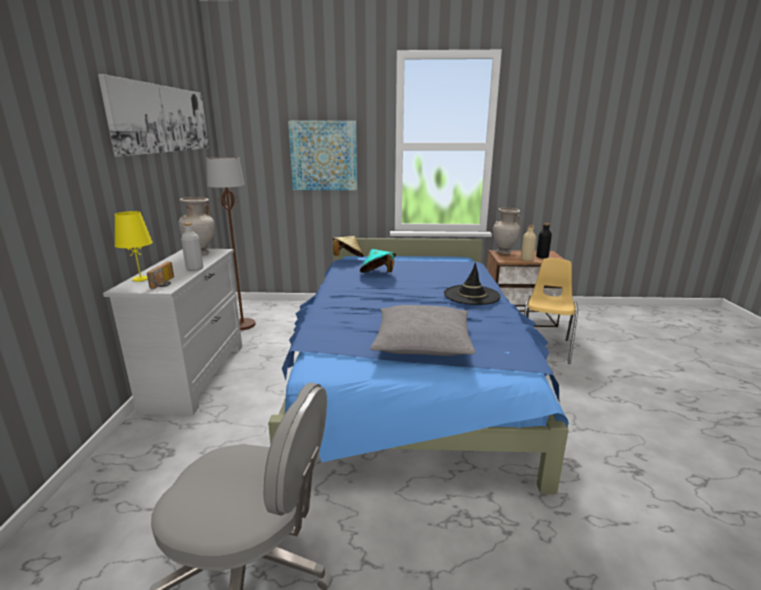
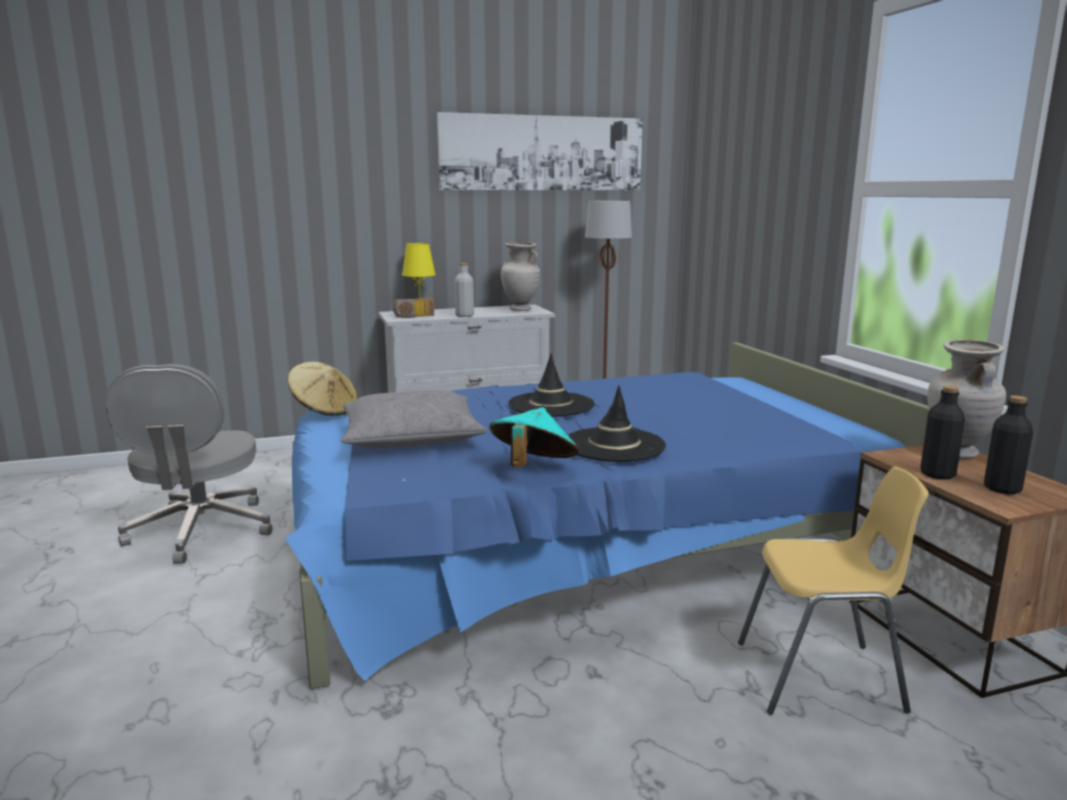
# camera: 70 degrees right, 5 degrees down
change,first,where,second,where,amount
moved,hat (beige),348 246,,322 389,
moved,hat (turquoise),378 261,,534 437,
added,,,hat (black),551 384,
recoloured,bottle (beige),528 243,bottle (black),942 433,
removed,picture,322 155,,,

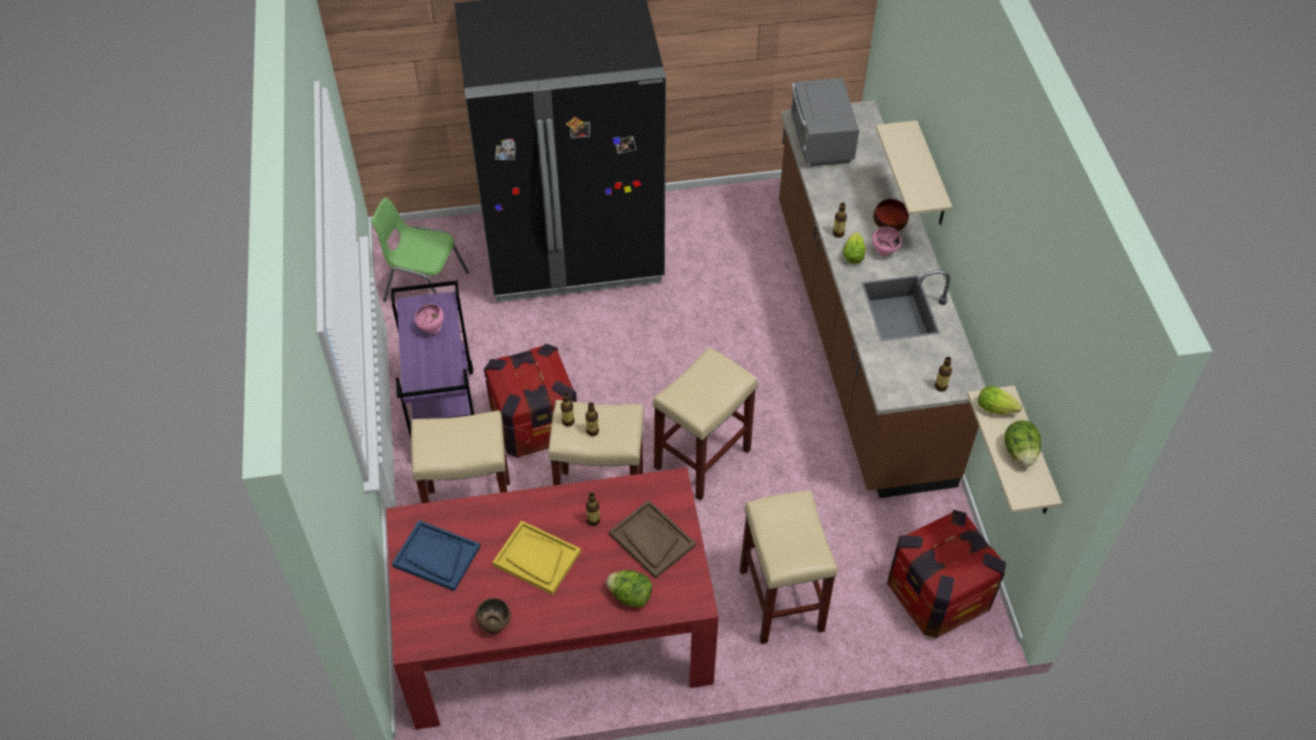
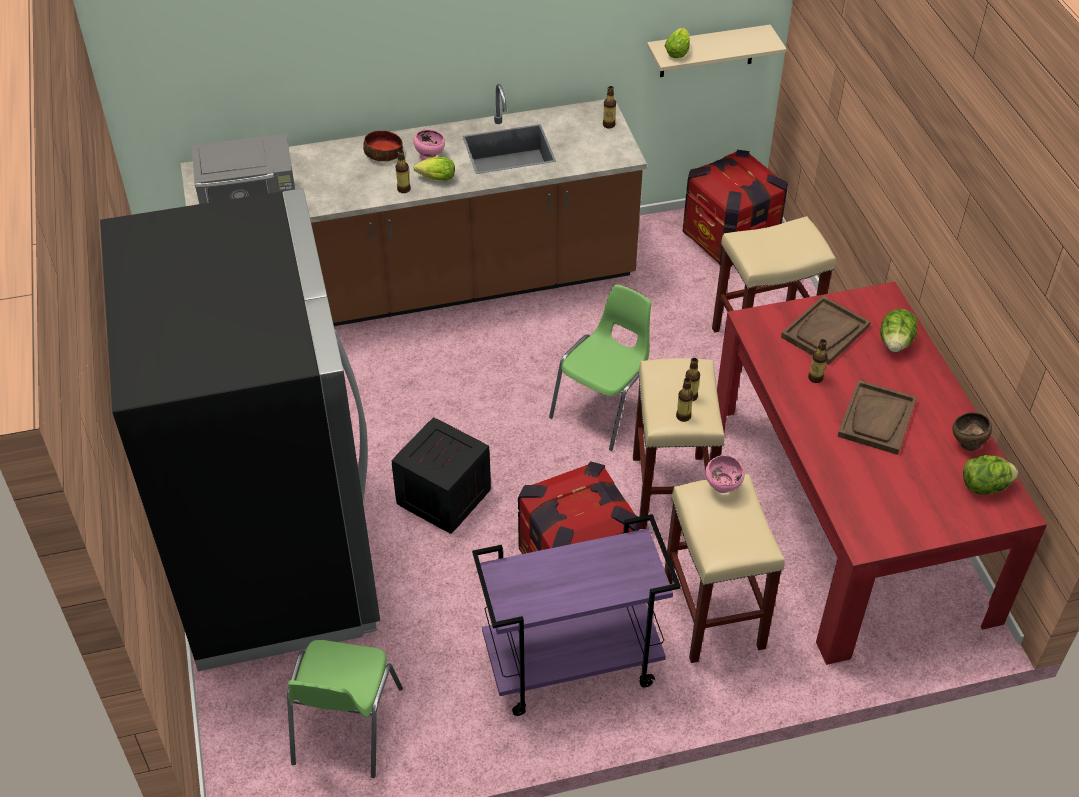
# camera: 95 degrees left, 5 degrees down
change,first,where,second,where,amount
added,,,crate,441 475,
replaced,stool (beige),705 424,chair (green),600 367,
moved,bowl (pink),429 319,,725 474,
recoloured,tray (yellow),536 558,tray (brown),877 417,
moved,lettuce,1022 443,,990 475,
removed,tray (blue),436 555,,,
removed,shelf (beige),914 172,,,

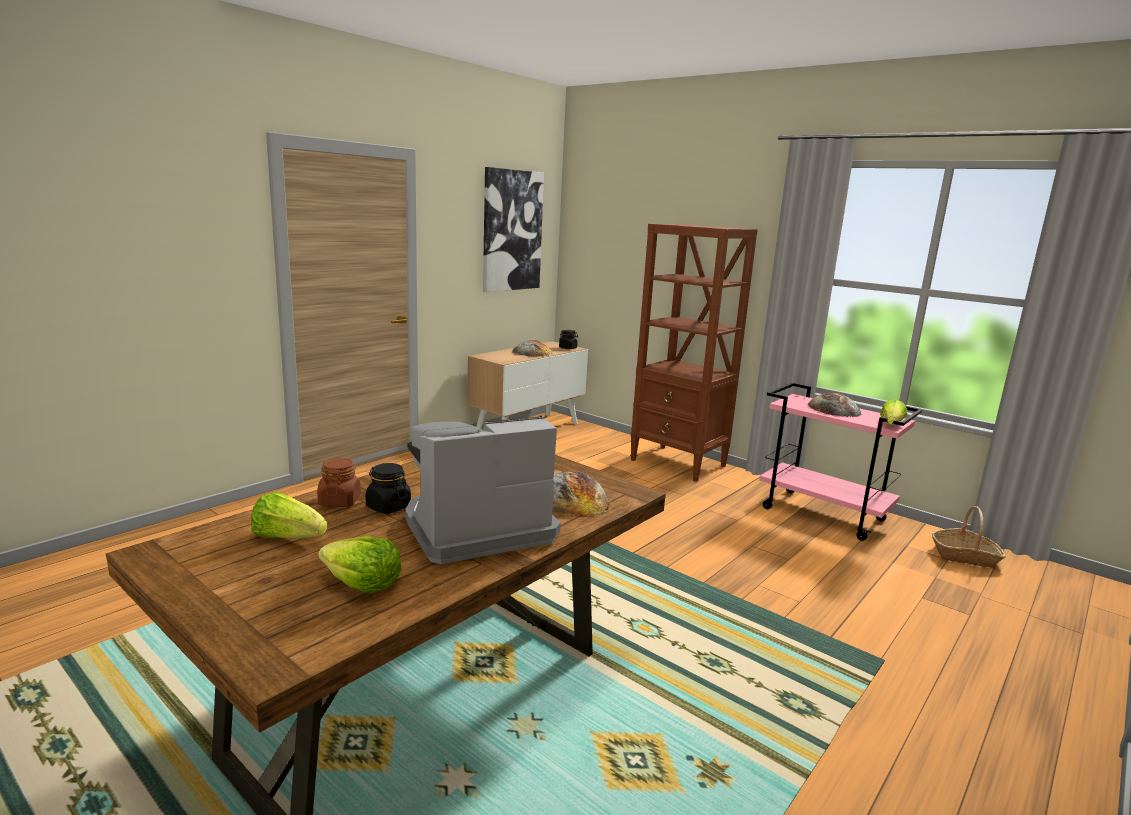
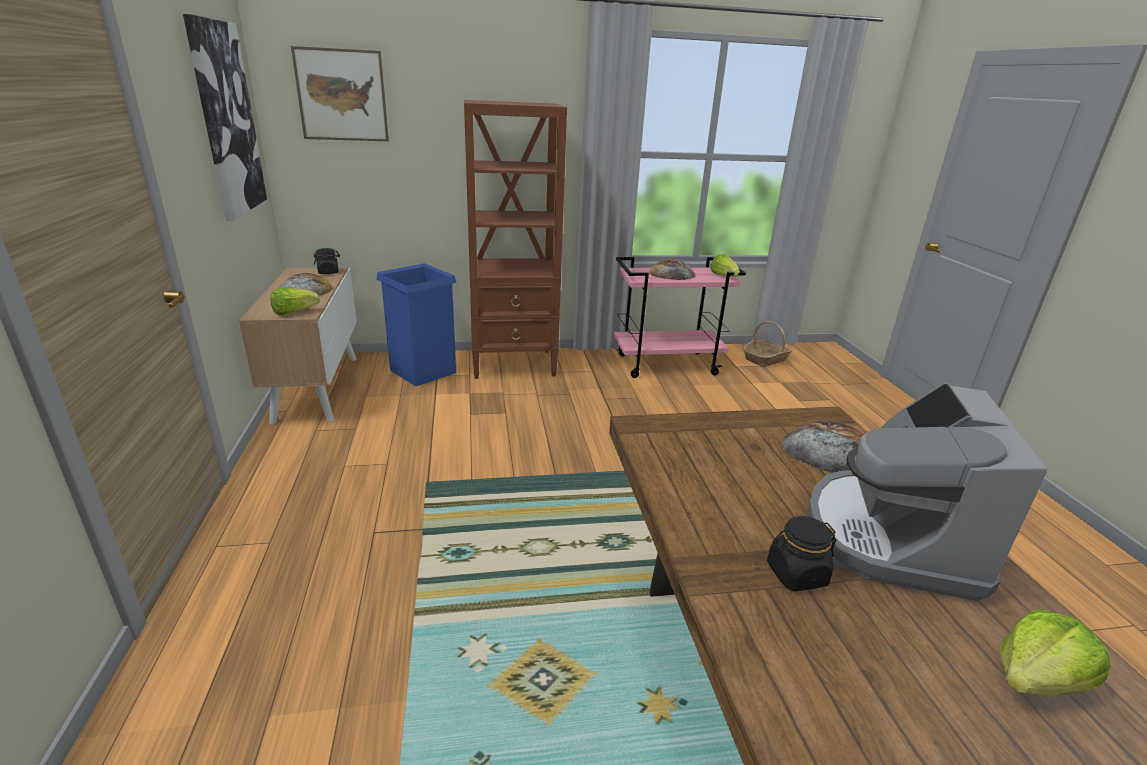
# camera: 50 degrees left, 10 degrees up
change,first,where,second,where,amount
moved,lettuce,289 515,,294 301,
added,,,picture,340 93,
added,,,trash can (blue),417 325,
removed,jar (brown),339 482,,,

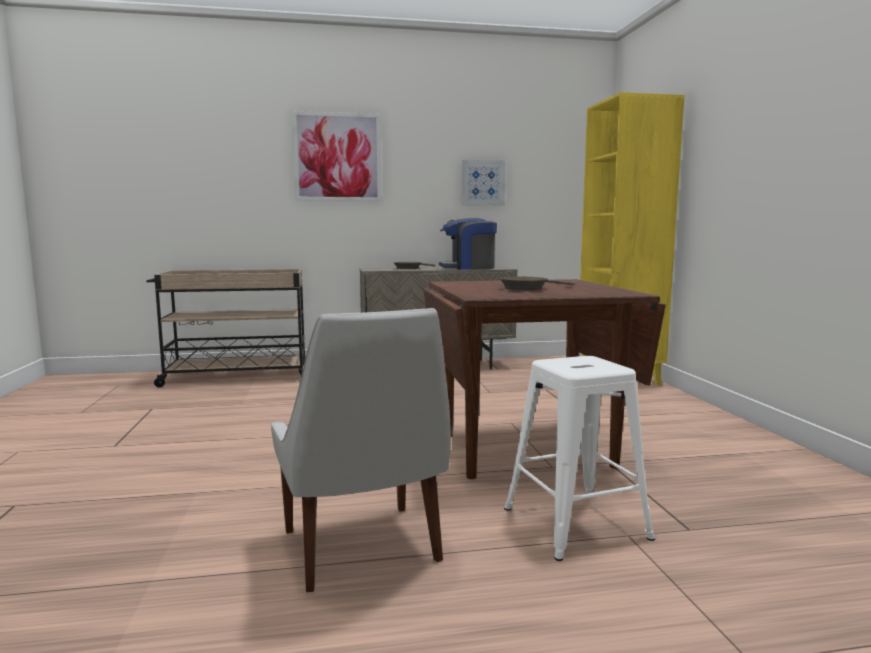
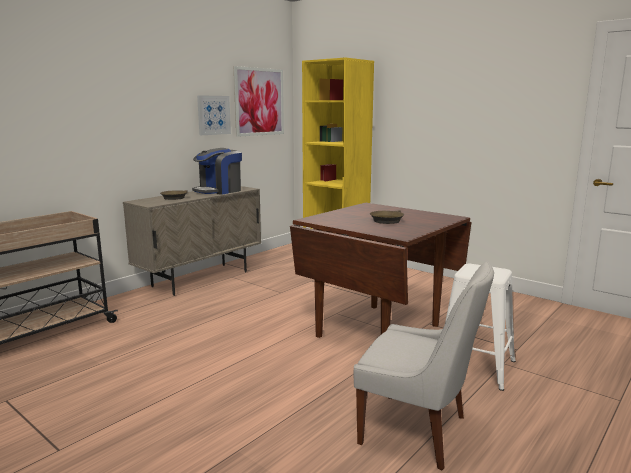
# camera: 40 degrees left, 5 degrees up
change,first,where,second,where,amount
moved,picture,336 156,,259 101,

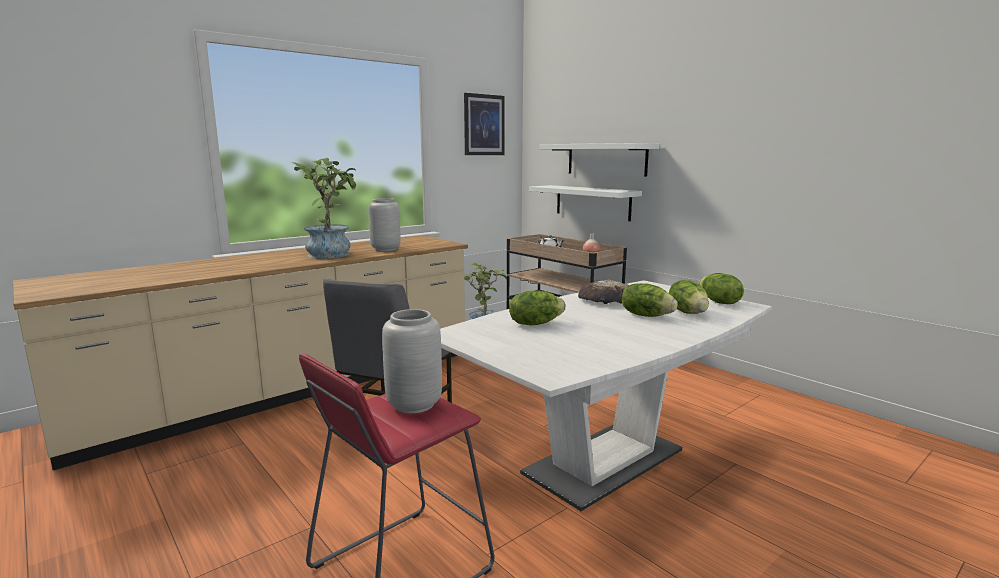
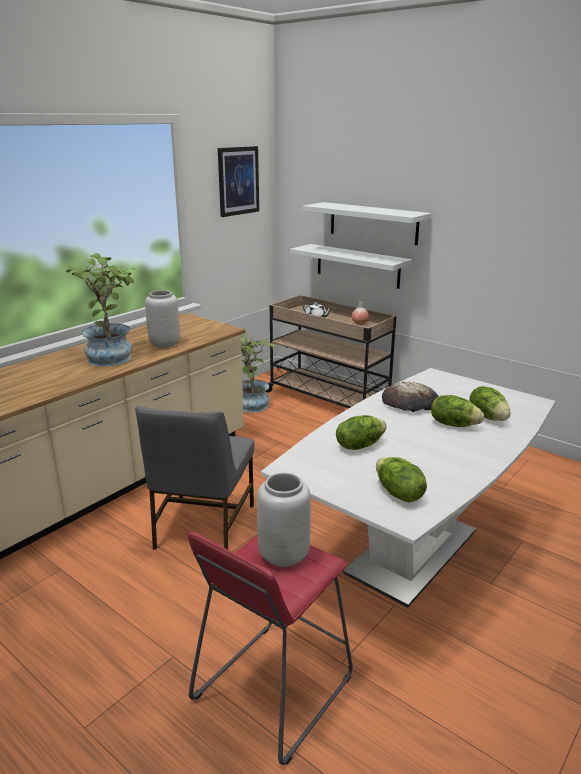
# camera: 10 degrees left, 10 degrees up
change,first,where,second,where,amount
moved,lettuce,722 288,,401 479,

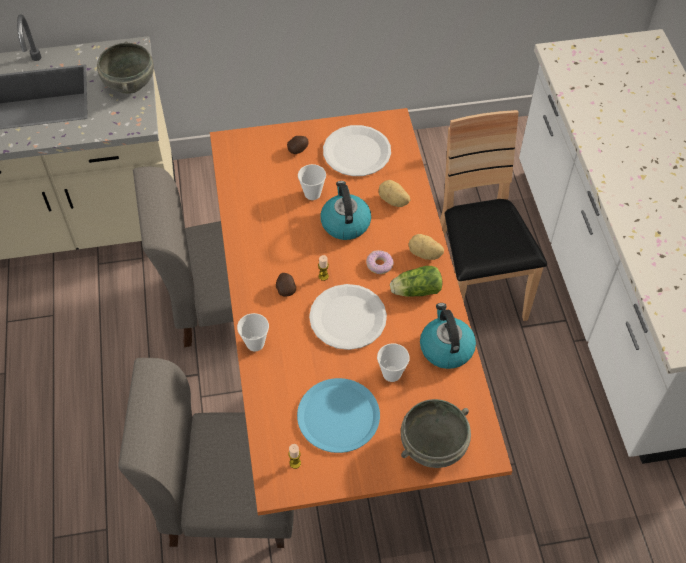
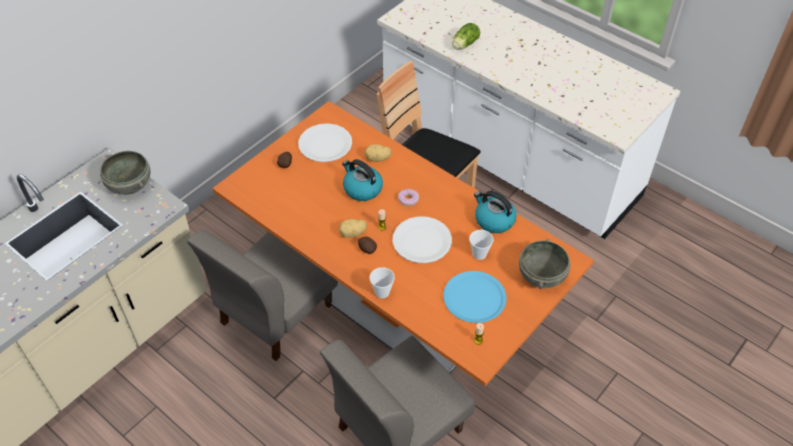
# camera: 40 degrees left, 5 degrees down
change,first,where,second,where,amount
moved,potato,426 247,,353 228,
moved,lettuce,416 281,,466 36,
removed,cup,312 182,,,

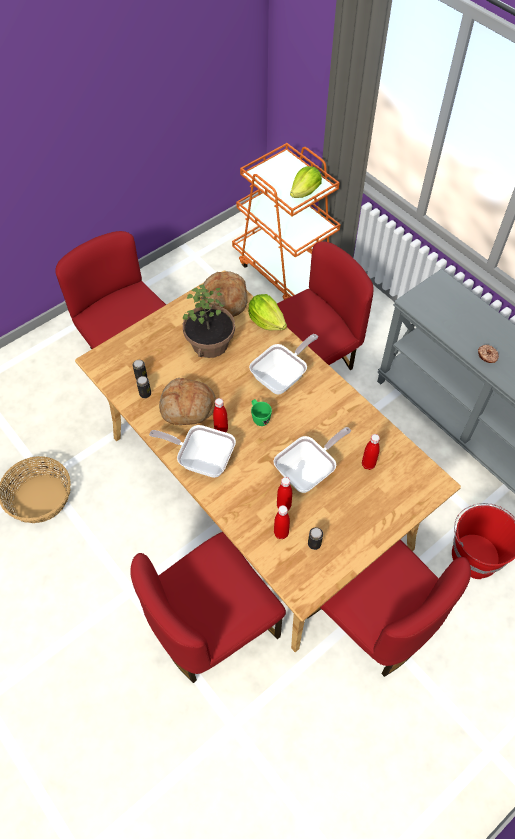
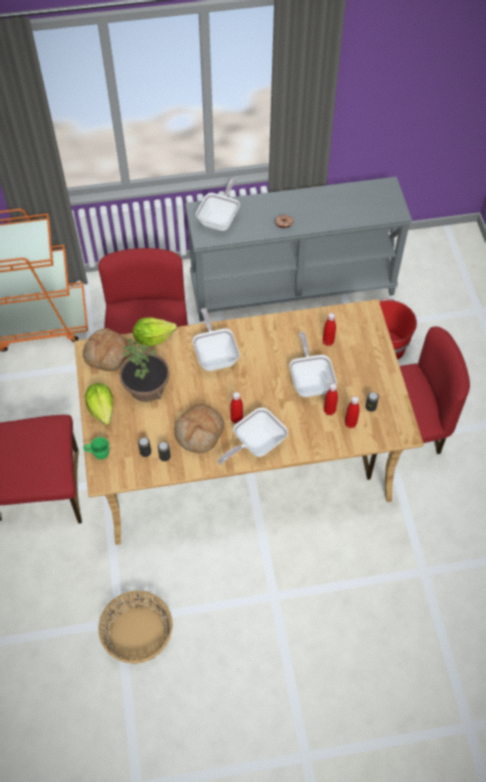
# camera: 60 degrees left, 0 degrees up
change,first,where,second,where,amount
moved,mug (green),261 412,,96 448,
moved,lettuce,306 182,,99 404,
added,,,frying pan,218 204,
removed,chair (red),208 607,,,

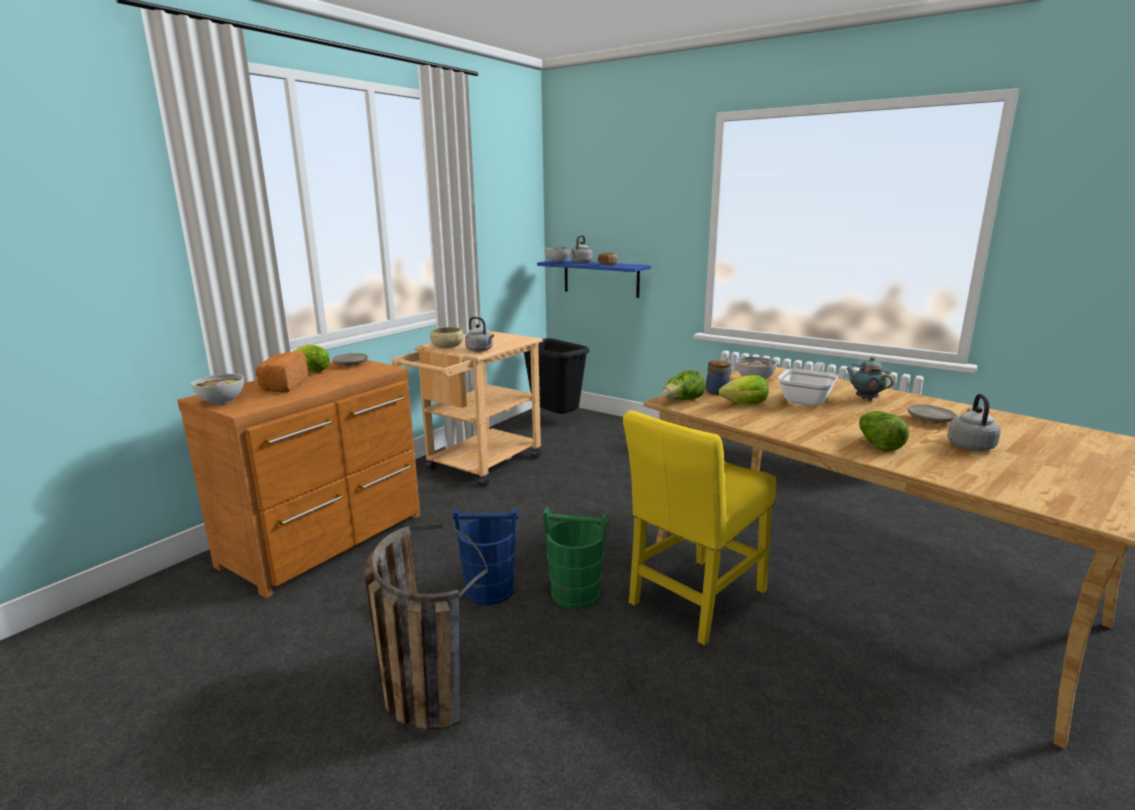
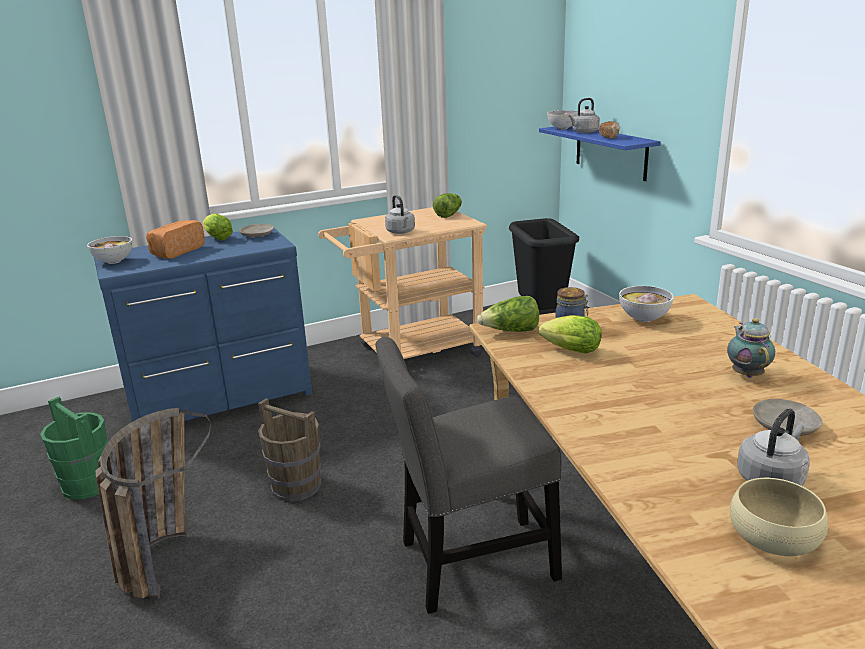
# camera: 30 degrees right, 5 degrees up
change,first,where,second,where,amount
moved,bucket (green),575 558,,74 447,
recoloured,dresser (brown),299 479,dresser (blue),203 325,
recoloured,bucket (blue),486 556,bucket (brown),289 450,
recoloured,chair (yellow),700 528,chair (grey),469 475,
moved,lettuce,884 431,,447 205,
moved,bowl (beige),447 337,,779 517,
removed,frying pan,808 384,,,

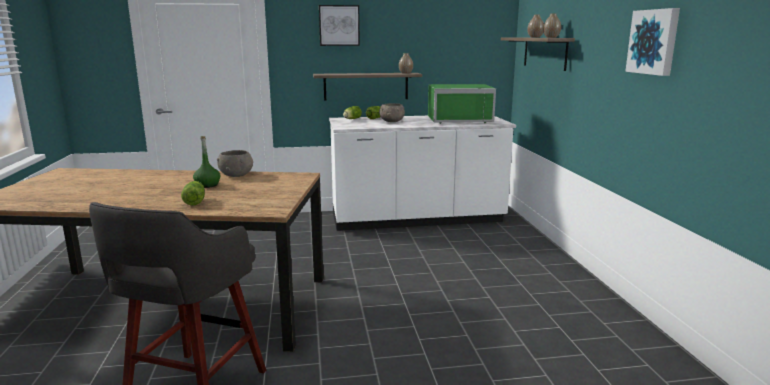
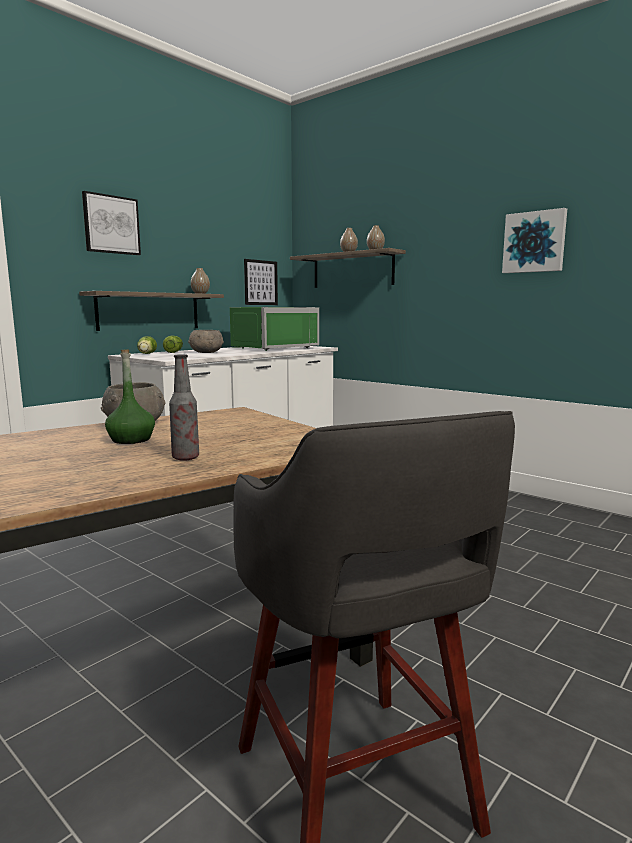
# camera: 40 degrees left, 5 degrees down
change,first,where,second,where,amount
replaced,lettuce,193 193,bottle,184 407,
added,,,picture,261 282,

